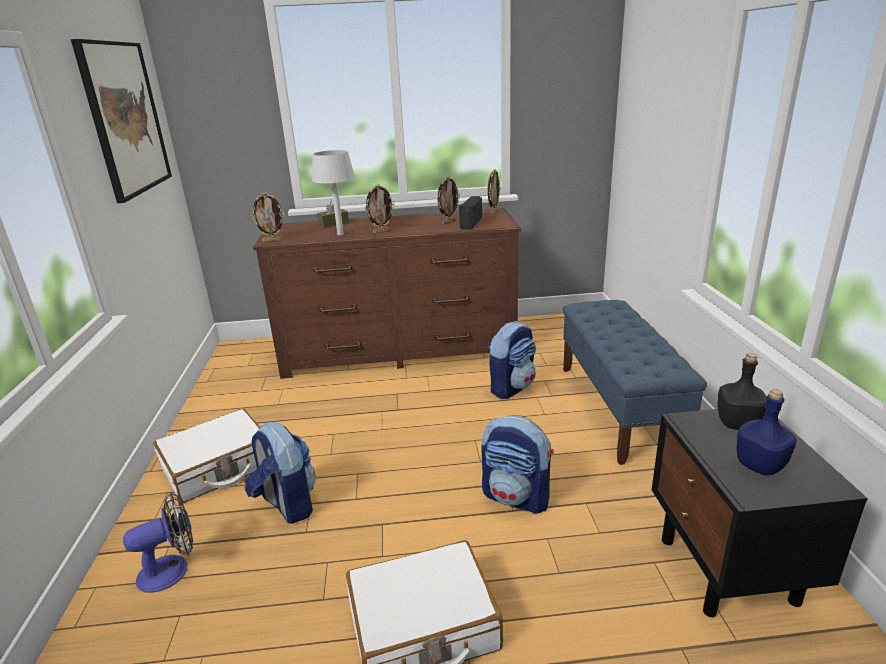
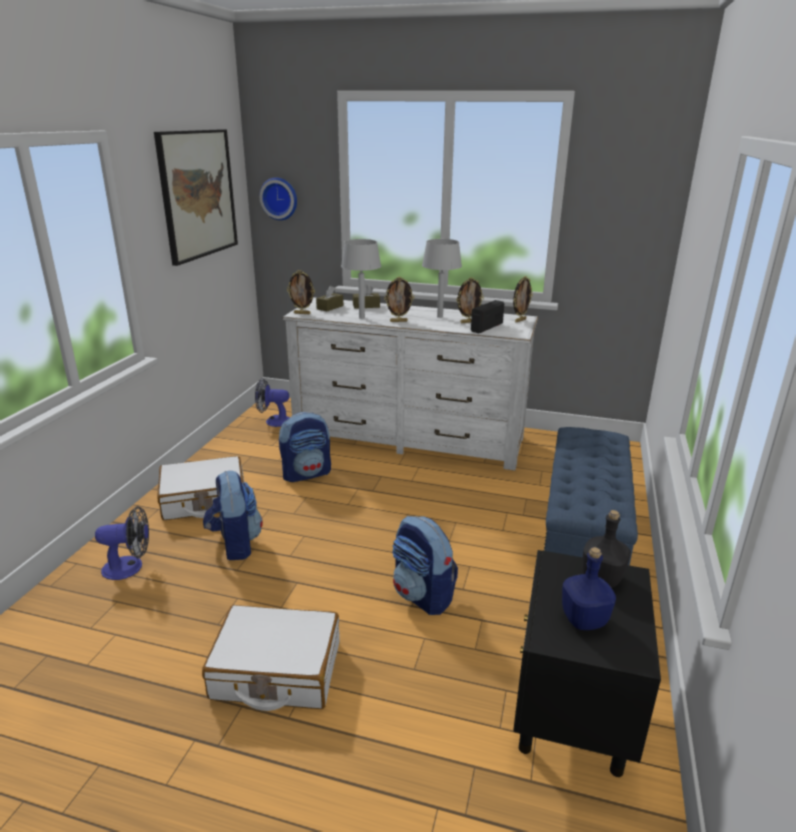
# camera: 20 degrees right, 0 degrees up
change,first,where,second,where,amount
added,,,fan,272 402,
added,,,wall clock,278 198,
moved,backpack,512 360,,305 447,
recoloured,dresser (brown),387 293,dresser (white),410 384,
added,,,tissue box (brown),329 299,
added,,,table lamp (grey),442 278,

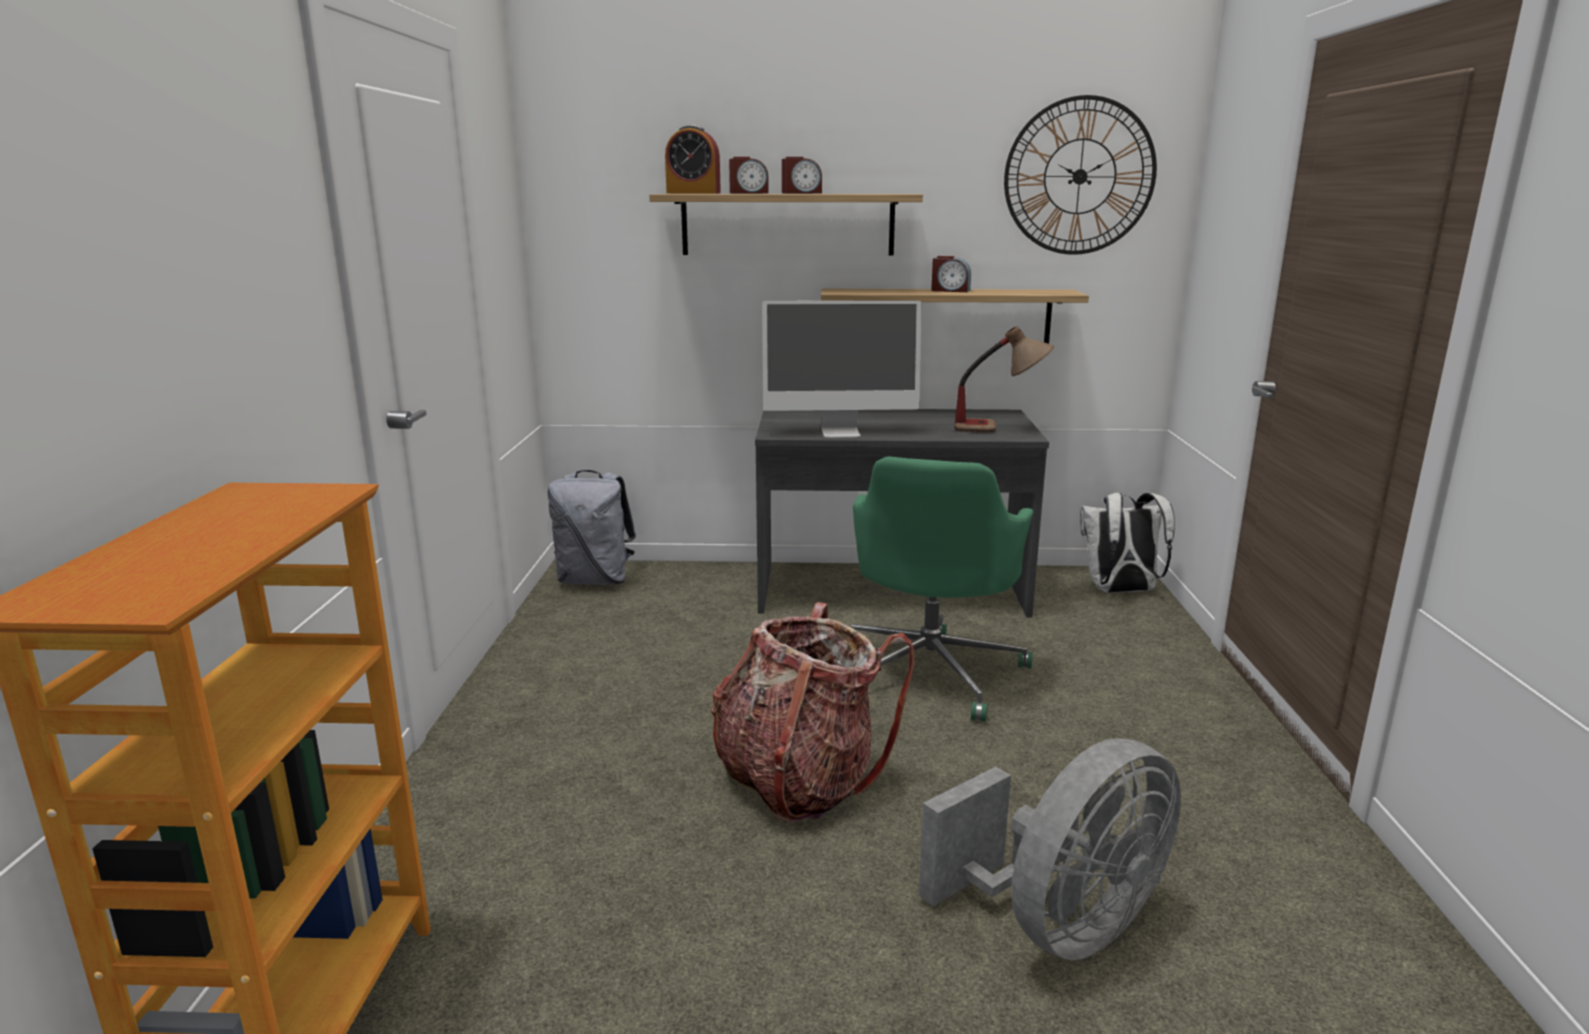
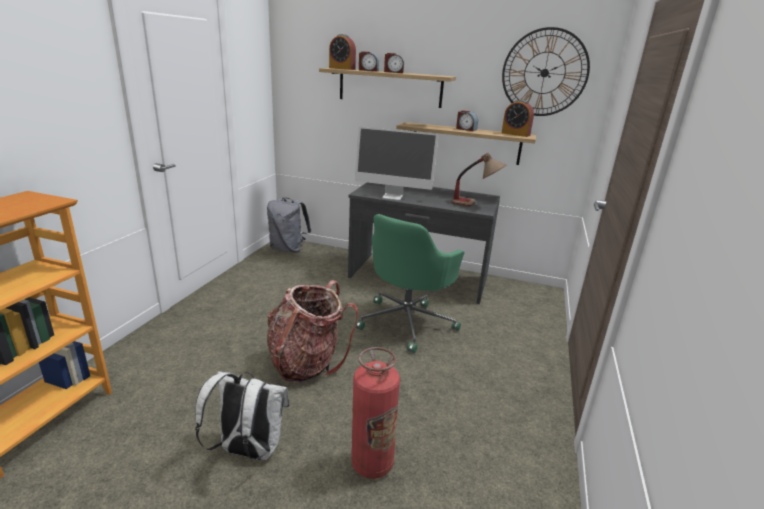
# camera: 15 degrees right, 5 degrees up
change,first,where,second,where,amount
moved,backpack (white),1127 543,,242 415,
replaced,fan (grey),1050 849,fire extinguisher,375 413,
added,,,alarm clock,518 118,

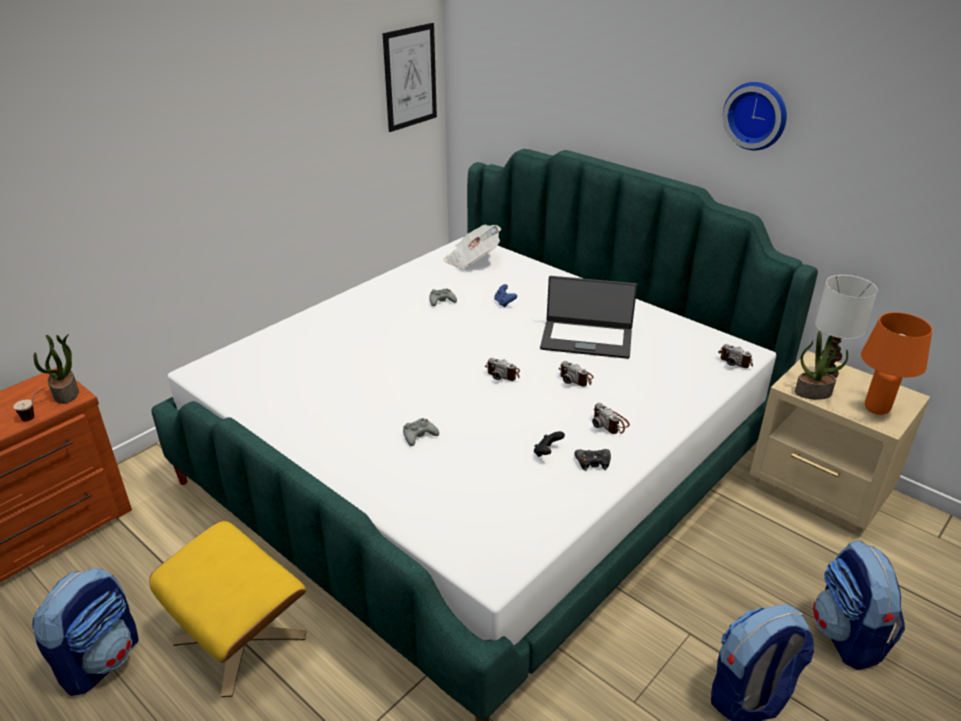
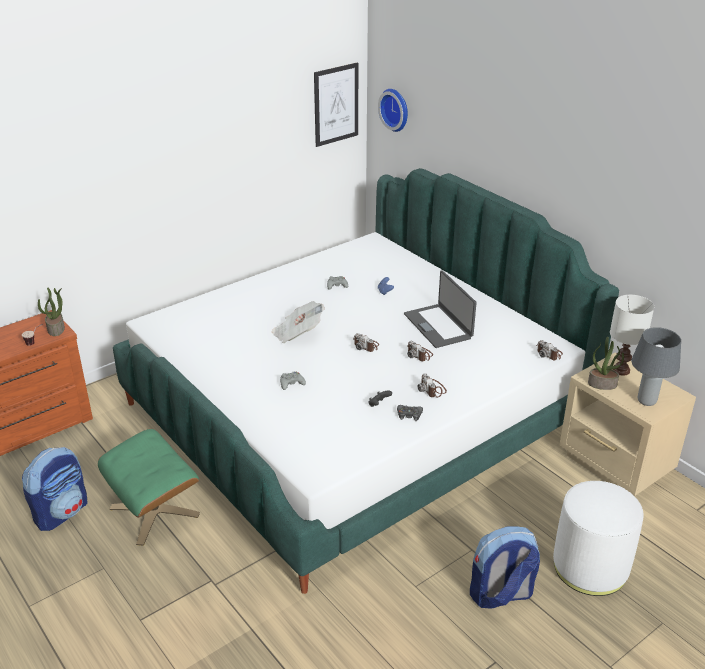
# camera: 10 degrees right, 0 degrees up
change,first,where,second,where,amount
recoloured,ottoman (yellow),228 609,ottoman (green),149 487,
moved,newspaper,472 247,,298 322,
moved,wall clock,755 116,,393 110,
turned,laptop,588 317,,440 309,45 degrees clockwise
replaced,backpack,859 605,ottoman (white),598 538,
recoloured,table lamp (orange),896 363,table lamp (grey),656 366,

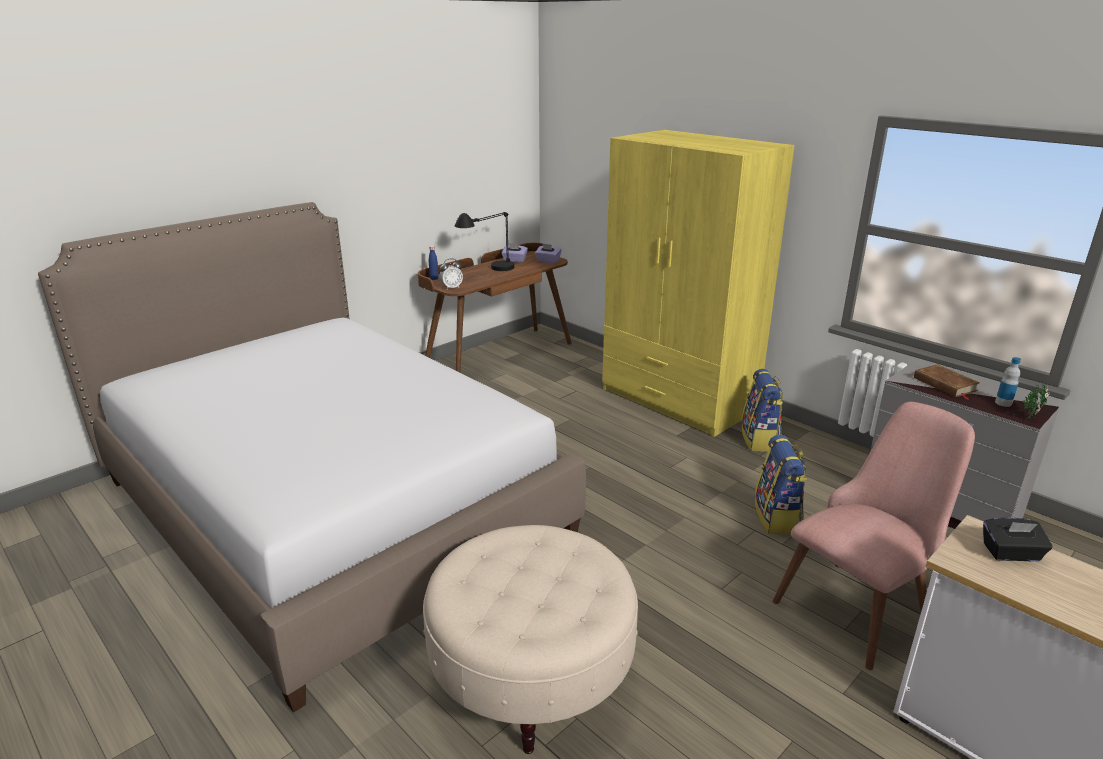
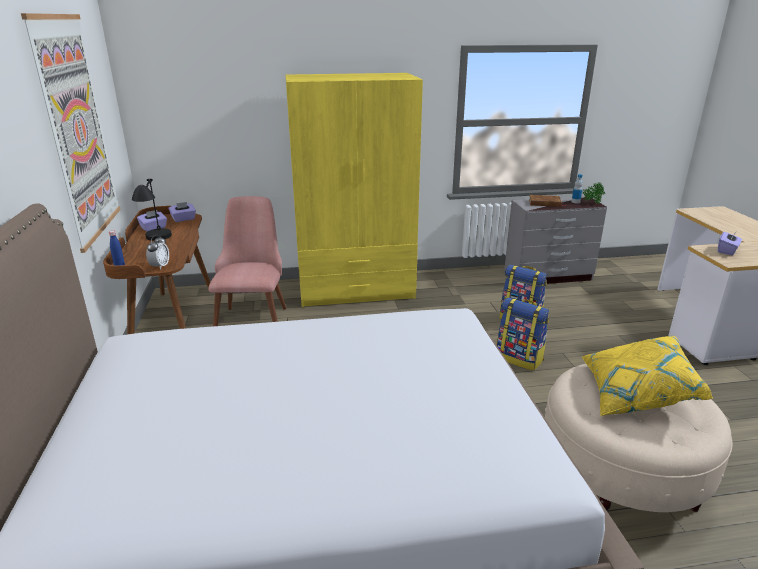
# camera: 55 degrees left, 0 degrees up
change,first,where,second,where,amount
added,,,picture,71 133,
moved,chair (pink),873 536,,247 261,
moved,backpack,762 410,,522 334,
added,,,pillow (yellow),647 376,
recoloured,tissue box (black),1017 540,tissue box (purple),730 242,

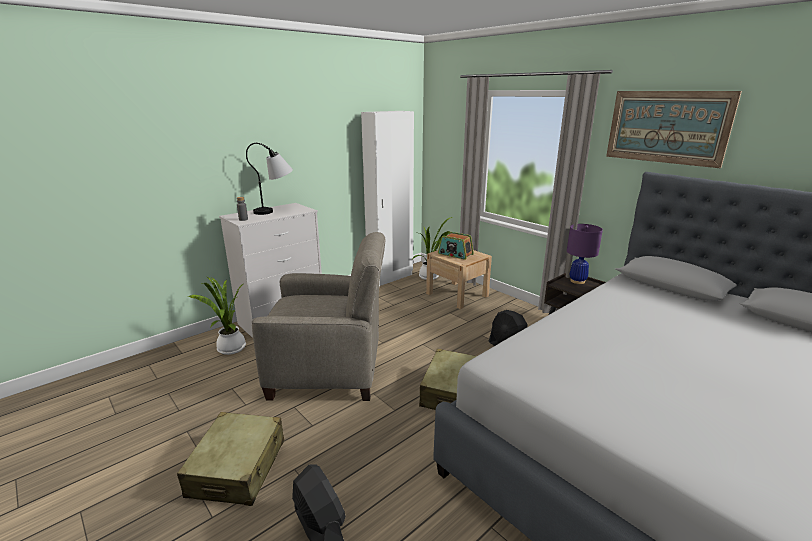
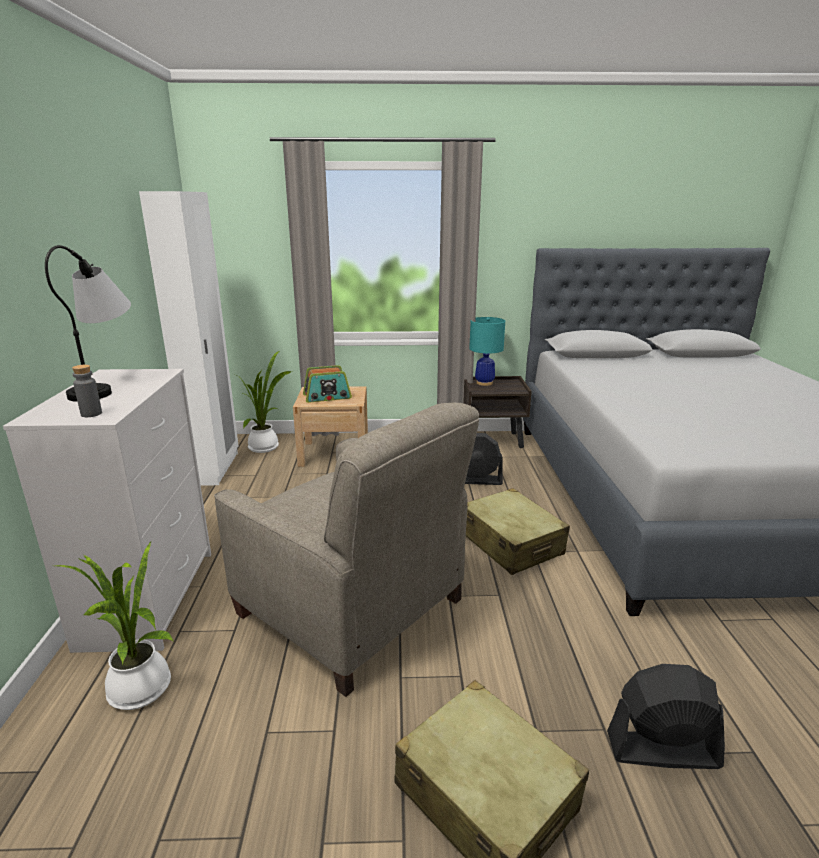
# camera: 50 degrees left, 0 degrees up
change,first,where,second,where,amount
turned,armchair (beige),318 316,,346 550,90 degrees clockwise
recoloured,table lamp (purple),585 254,table lamp (turquoise),487 351,
removed,picture,674 129,,,

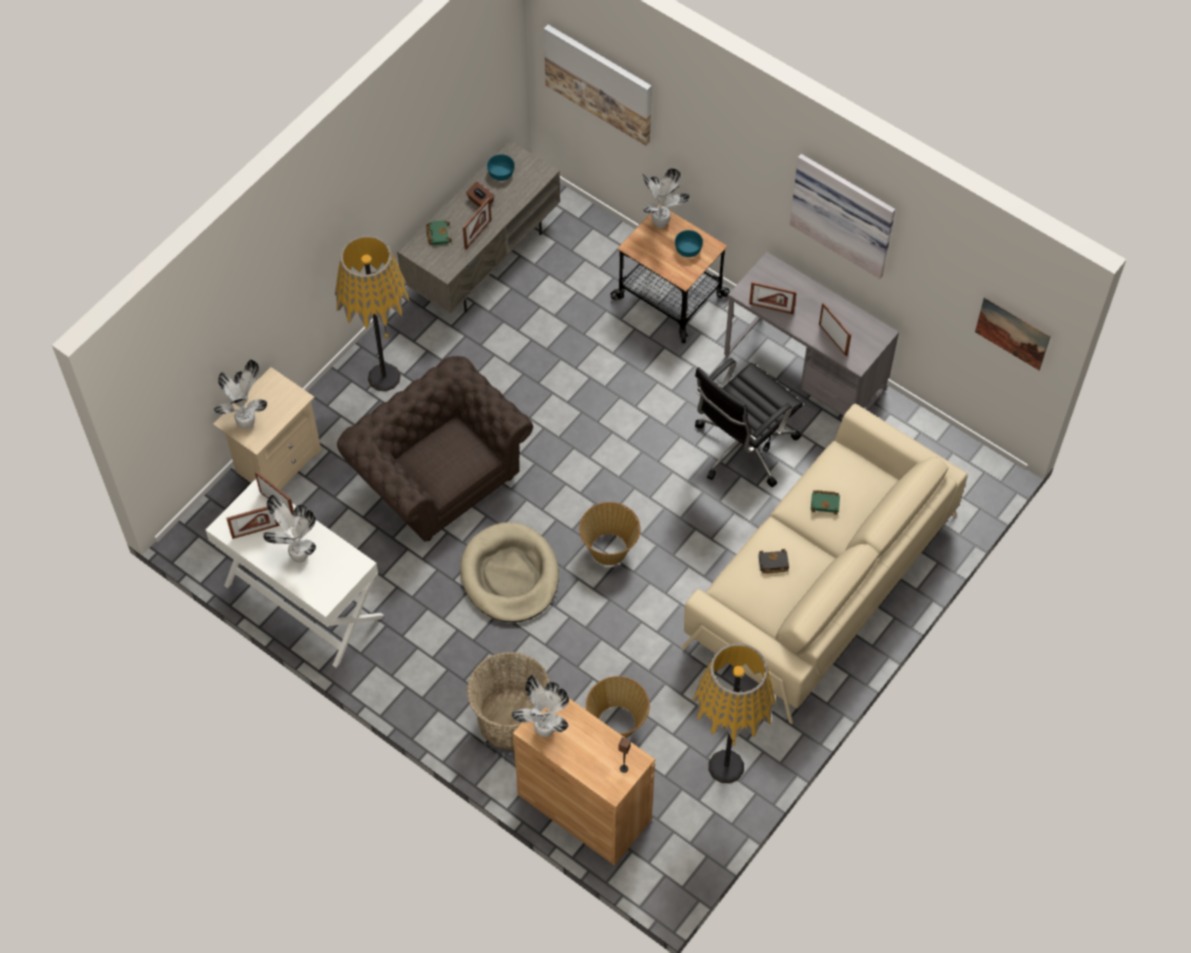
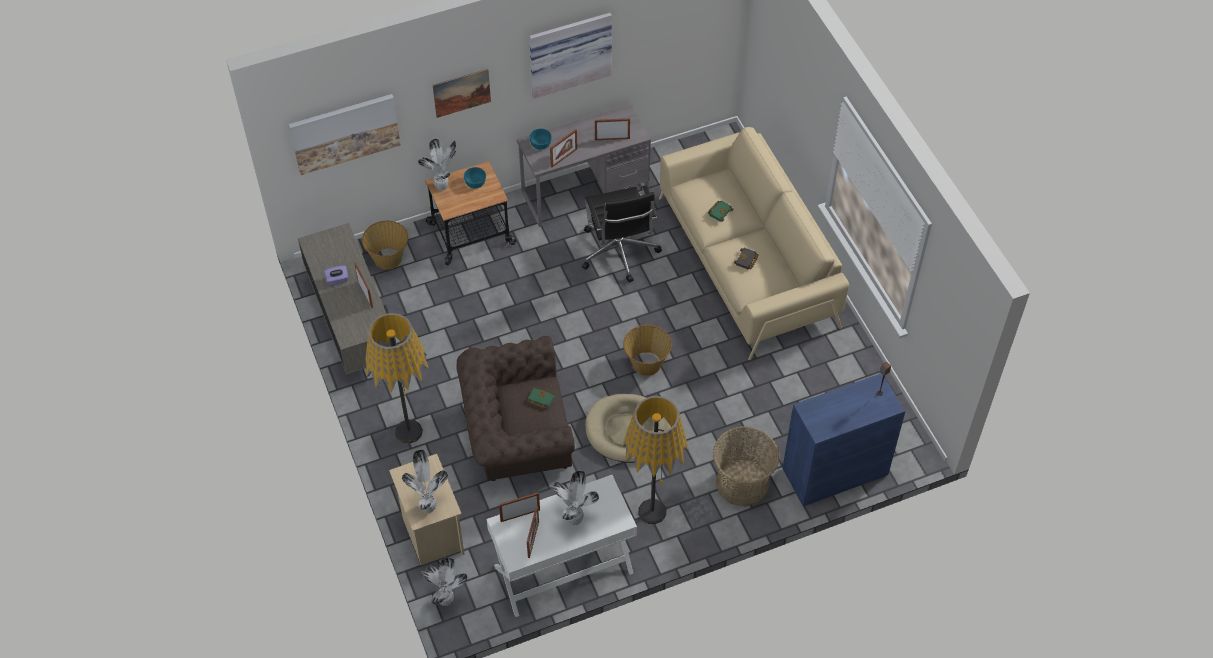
# camera: 60 degrees left, 5 degrees down
change,first,where,second,where,amount
recoloured,tissue box (brown),480 194,tissue box (purple),336 275,
moved,basket,618 707,,385 245,
moved,potted plant,540 706,,444 581,
moved,picture,1013 333,,462 93,
moved,book (green),439 232,,541 398,
moved,bowl (turquoise),500 167,,540 139,
moved,floor lamp,734 713,,655 460,
recoloured,cabinet (brown),584 782,cabinet (blue),844 440,

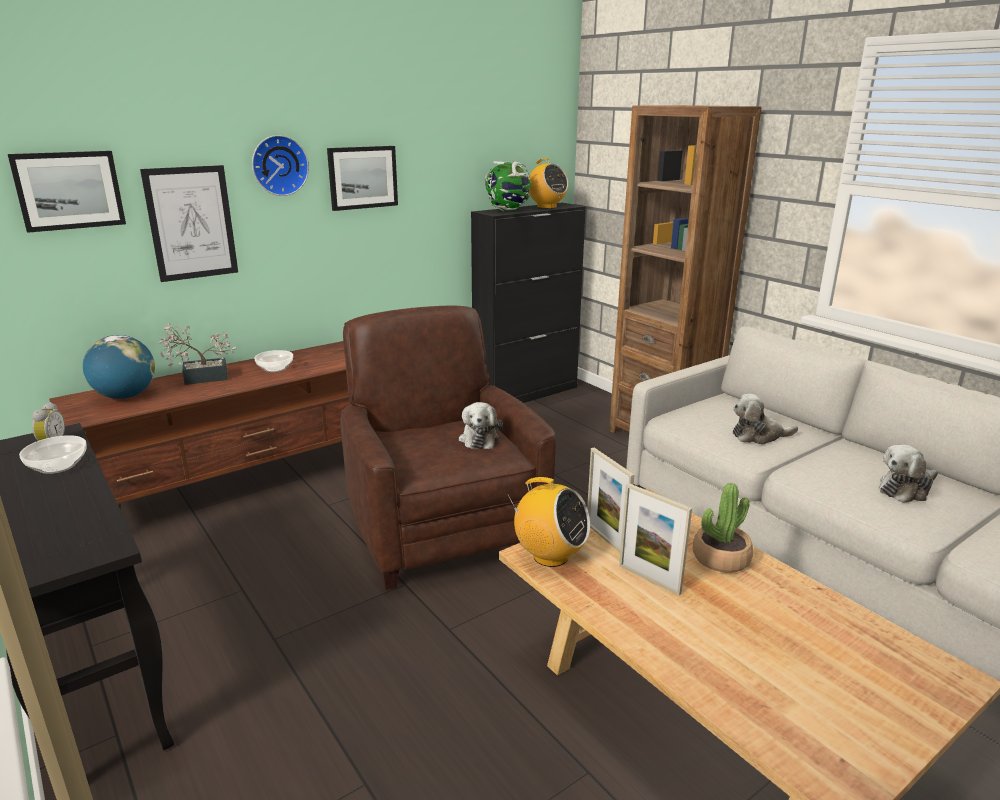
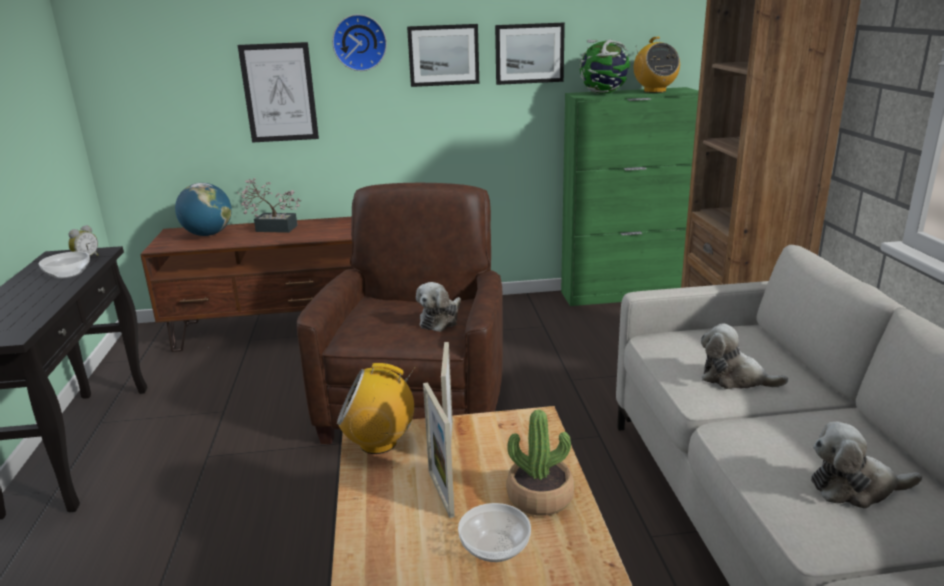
# camera: 30 degrees right, 0 degrees up
change,first,where,second,where,amount
turned,radio,548 522,,376 408,120 degrees clockwise
moved,bowl,273 361,,494 532,
moved,picture,67 192,,530 54,
recoloured,cabinet (black),528 303,cabinet (green),630 196,

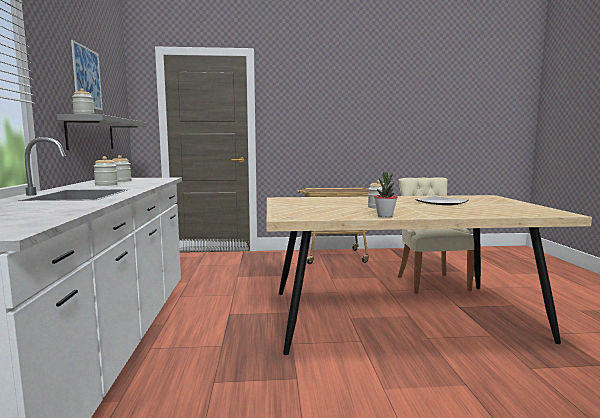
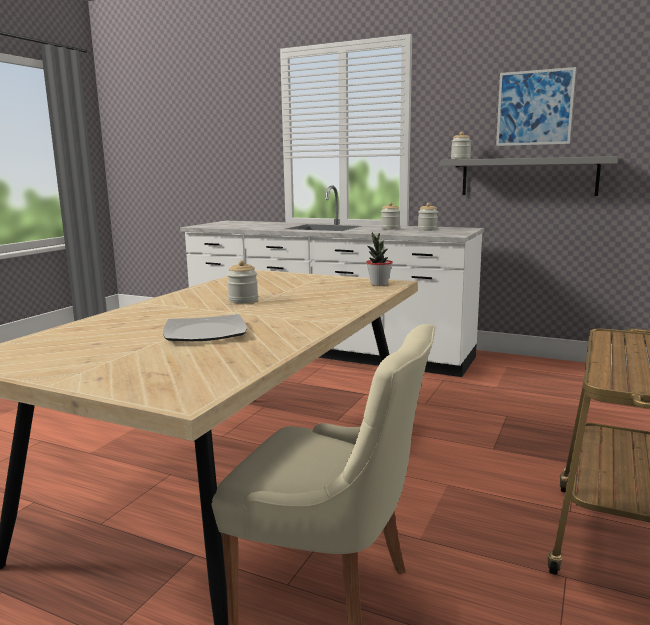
# camera: 120 degrees right, 5 degrees up
change,first,where,second,where,amount
moved,potted plant,386 194,,379 259,

